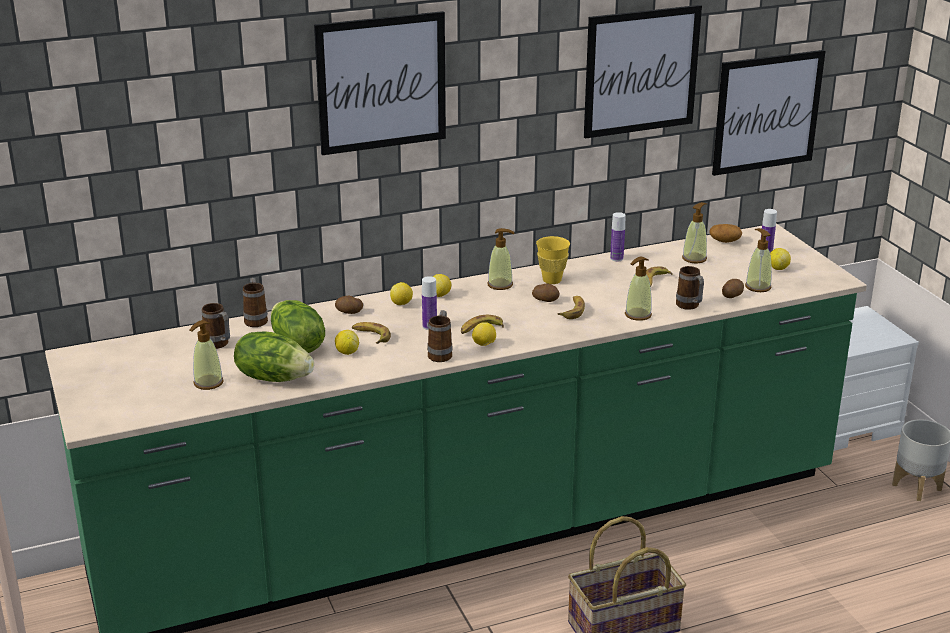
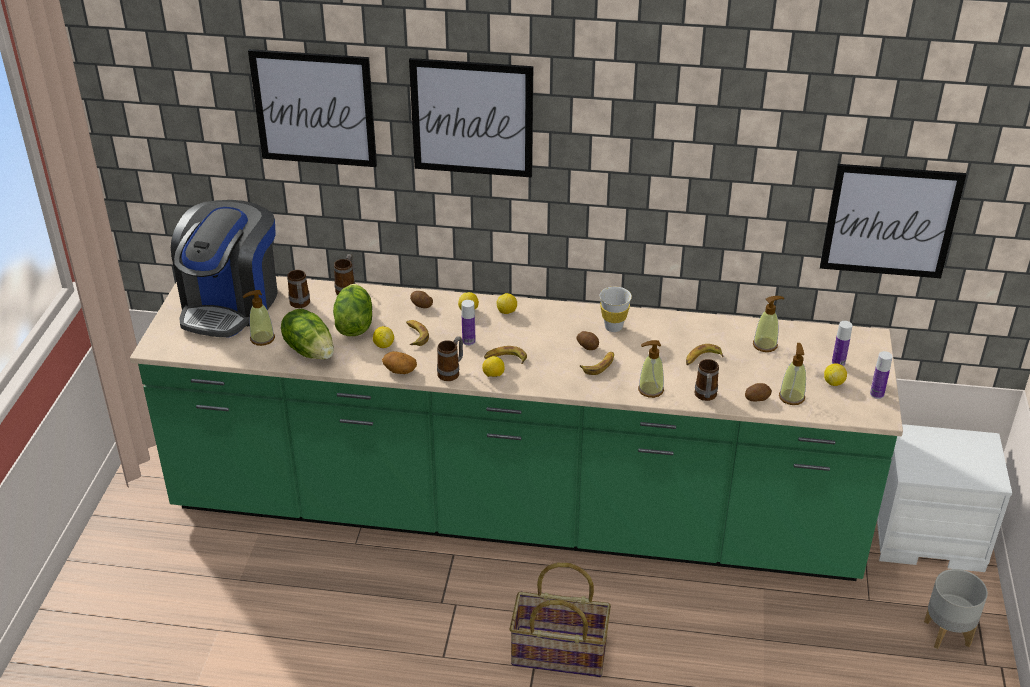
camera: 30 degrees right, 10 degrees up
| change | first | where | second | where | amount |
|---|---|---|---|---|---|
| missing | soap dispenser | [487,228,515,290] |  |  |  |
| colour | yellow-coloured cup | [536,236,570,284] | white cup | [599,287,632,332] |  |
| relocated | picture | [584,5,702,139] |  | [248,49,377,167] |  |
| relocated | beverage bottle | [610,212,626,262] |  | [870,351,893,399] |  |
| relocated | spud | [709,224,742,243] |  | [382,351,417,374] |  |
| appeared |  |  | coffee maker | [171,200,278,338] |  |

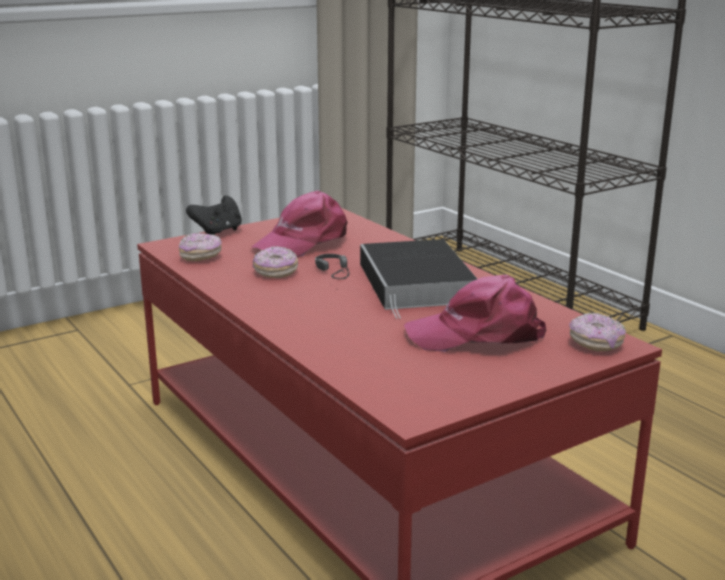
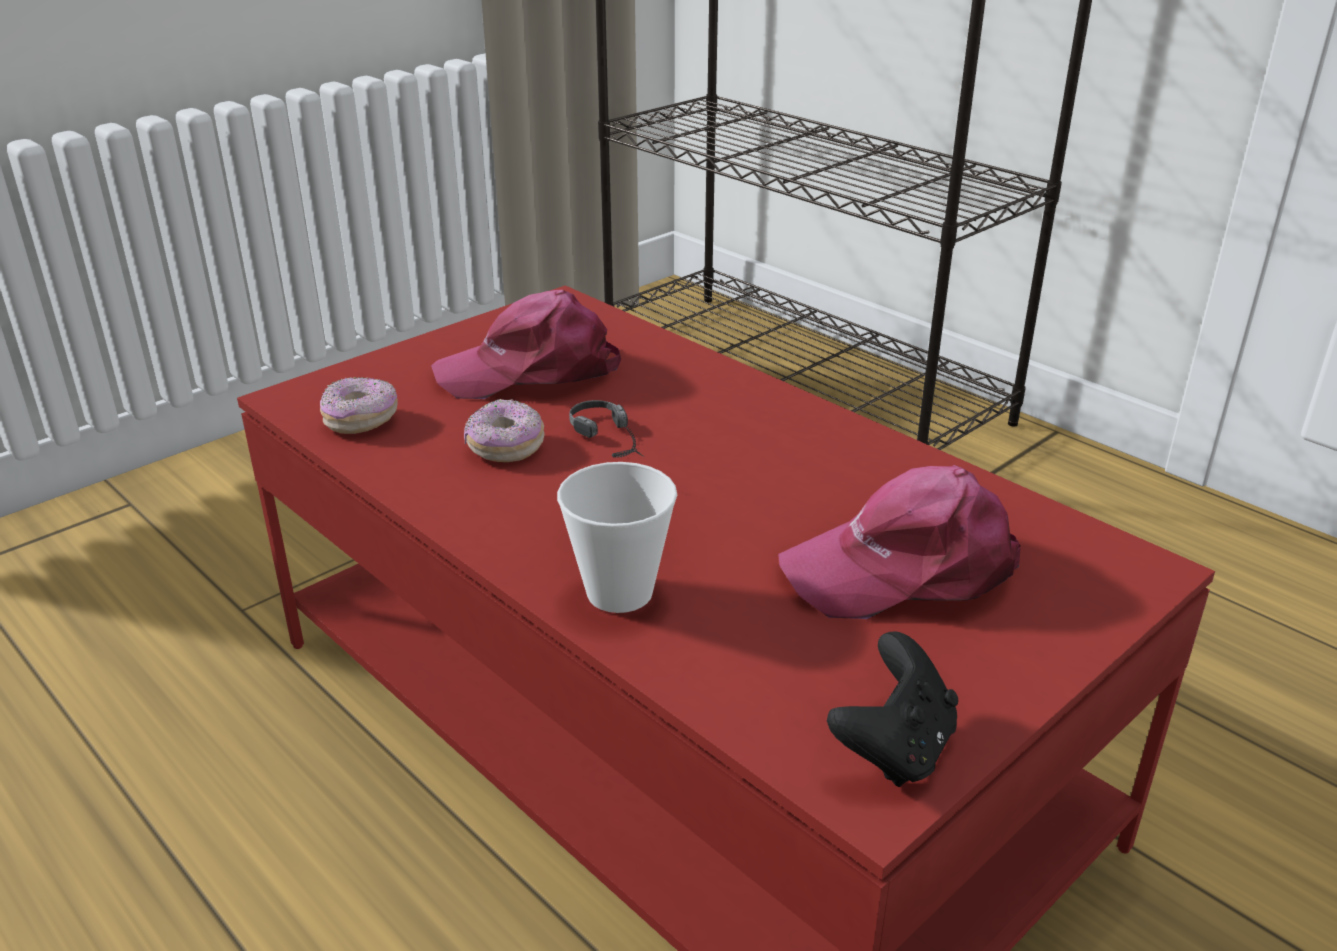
camera: 10 degrees left, 10 degrees up
| change | first | where | second | where | amount |
|---|---|---|---|---|---|
| relocated | black joypad | [186,196,242,235] |  | [827,631,958,787] |  |
| spun | pink peaked cap | [252,190,348,257] |  | [431,290,621,399] | 45 degrees clockwise |
| missing | book | [360,239,477,319] |  |  |  |
| missing | ring doughnut | [569,312,626,351] |  |  |  |
| appeared |  |  | cup | [557,462,677,613] |  |

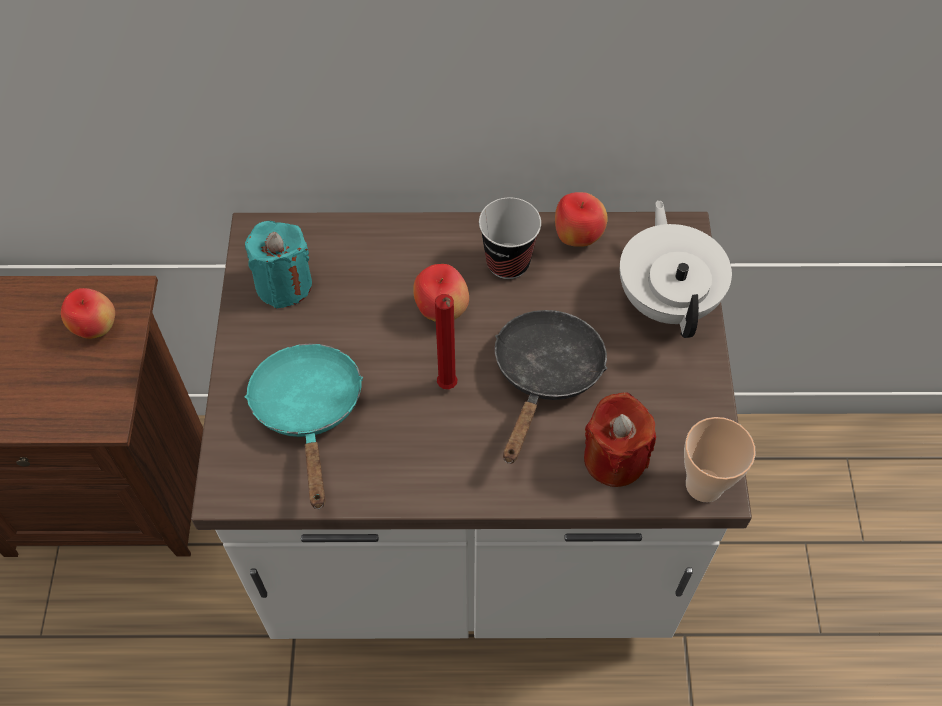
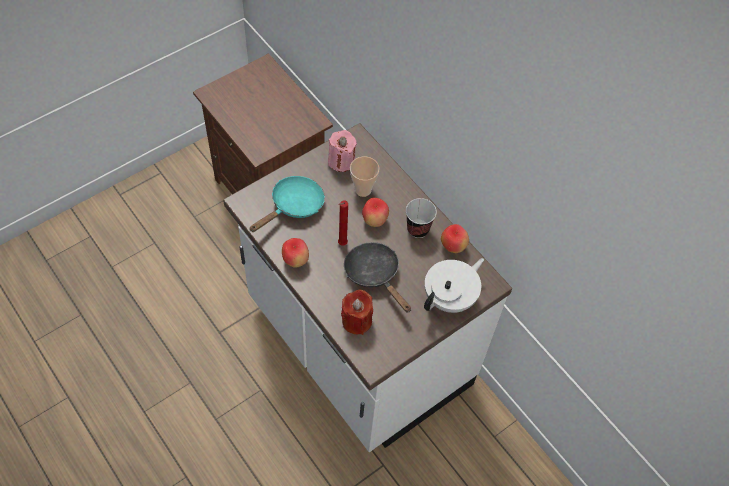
camera: 50 degrees right, 0 degrees up
| change | first | where | second | where | amount |
|---|---|---|---|---|---|
| relocated | apple | [61,288,115,339] |  | [282,238,309,267] |  |
| colour | blue-green candle | [245,221,312,309] | pink candle | [328,130,357,172] |  |
| spun | black skillet | [495,310,607,464] |  | [344,242,411,313] | 105 degrees counterclockwise |
| relocated | cup | [684,417,756,502] |  | [350,157,379,197] |  |

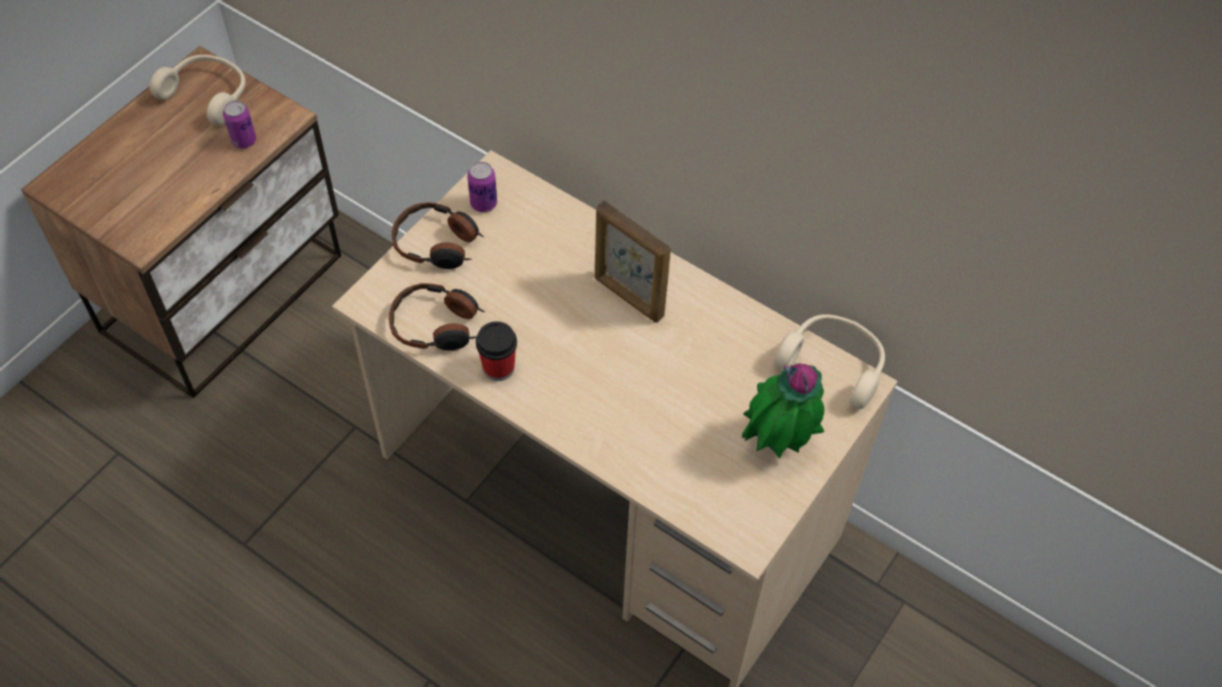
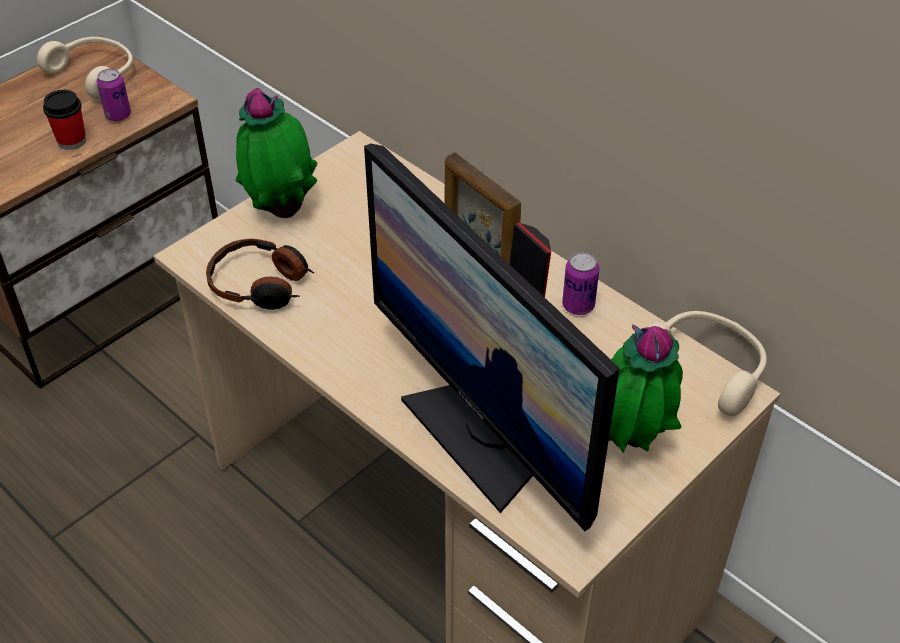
camera: 10 degrees right, 10 degrees down
| change | first | where | second | where | amount |
|---|---|---|---|---|---|
| exchanged | pair of headphones | [391,202,484,269] | plant in a pot | [235,88,317,218] |  |
| relocated | metal can | [467,162,497,212] |  | [562,252,599,315] |  |
| relocated | cup | [476,321,517,381] |  | [43,90,86,150] |  |
| appeared |  |  | computer screen | [364,143,620,531] |  |

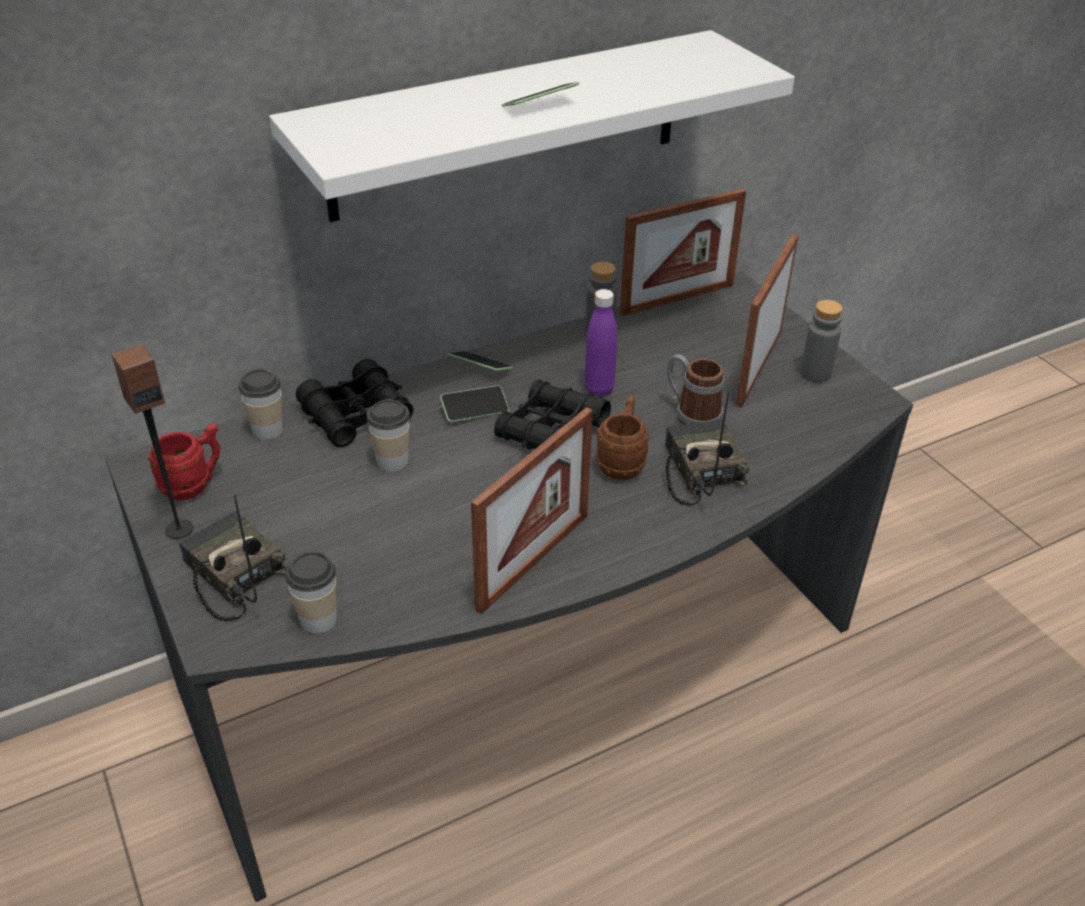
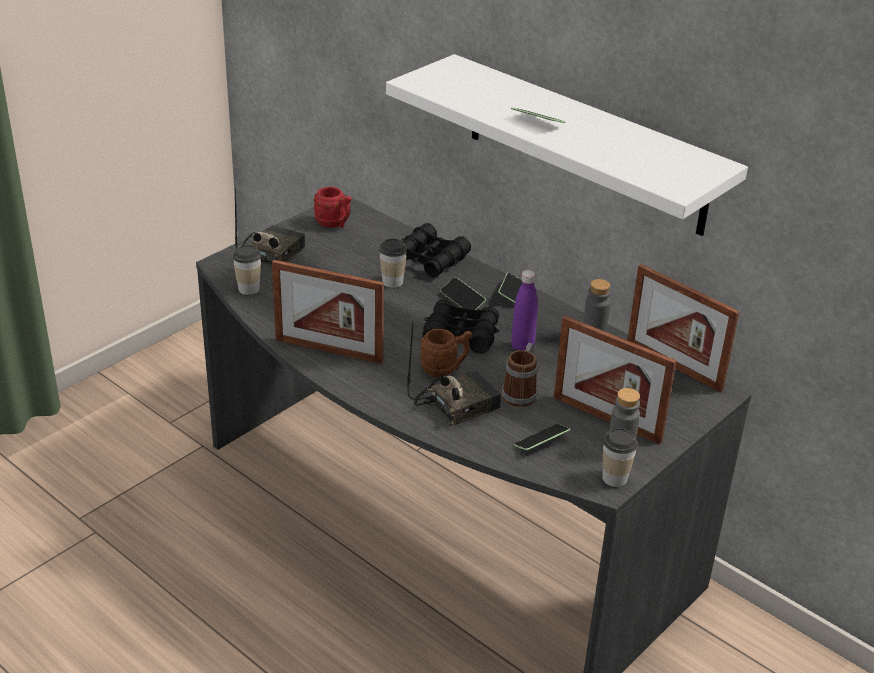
camera: 70 degrees right, 5 degrees down
| change | first | where | second | where | amount |
|---|---|---|---|---|---|
| missing | loudspeaker | [111,344,193,539] |  |  |  |
| relocated | cup | [239,369,283,440] |  | [602,428,638,487] |  |
| spun | standing frame | [736,234,799,407] |  | [554,316,677,444] | 150 degrees counterclockwise |
| appeared |  |  | phone | [514,424,570,450] |  |

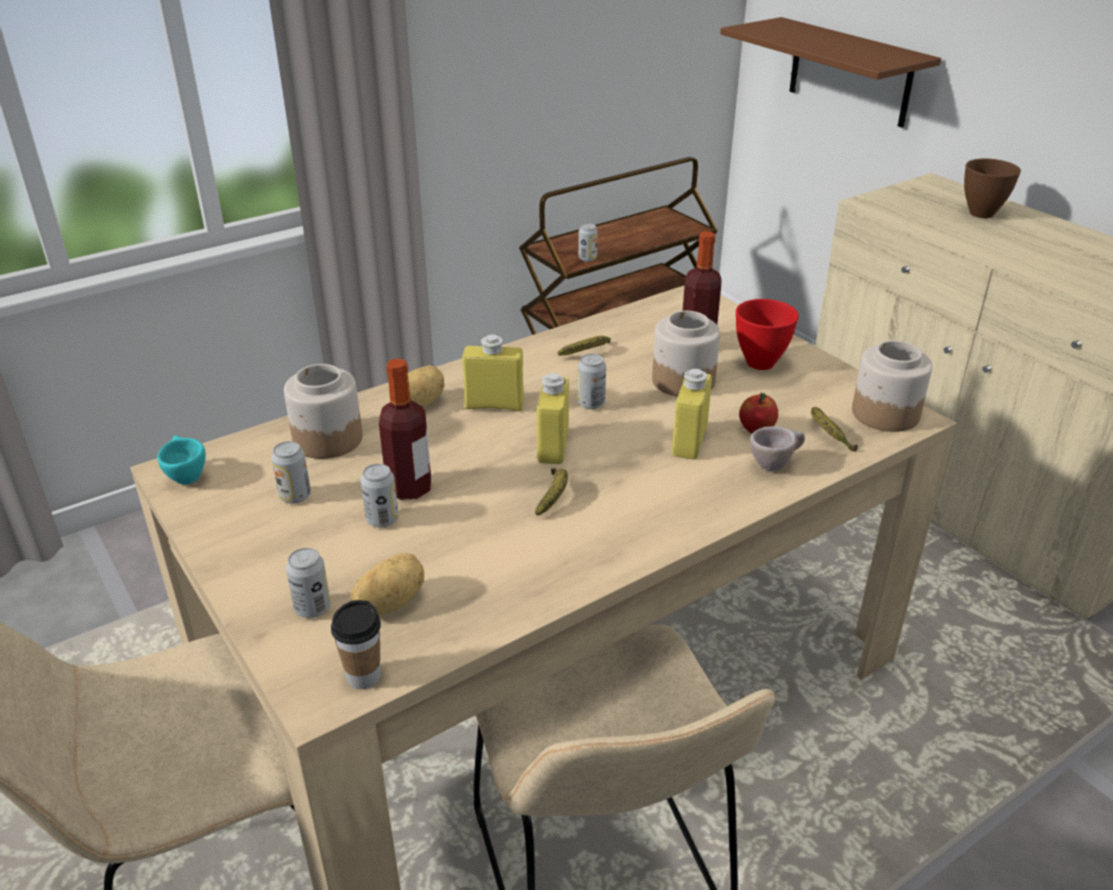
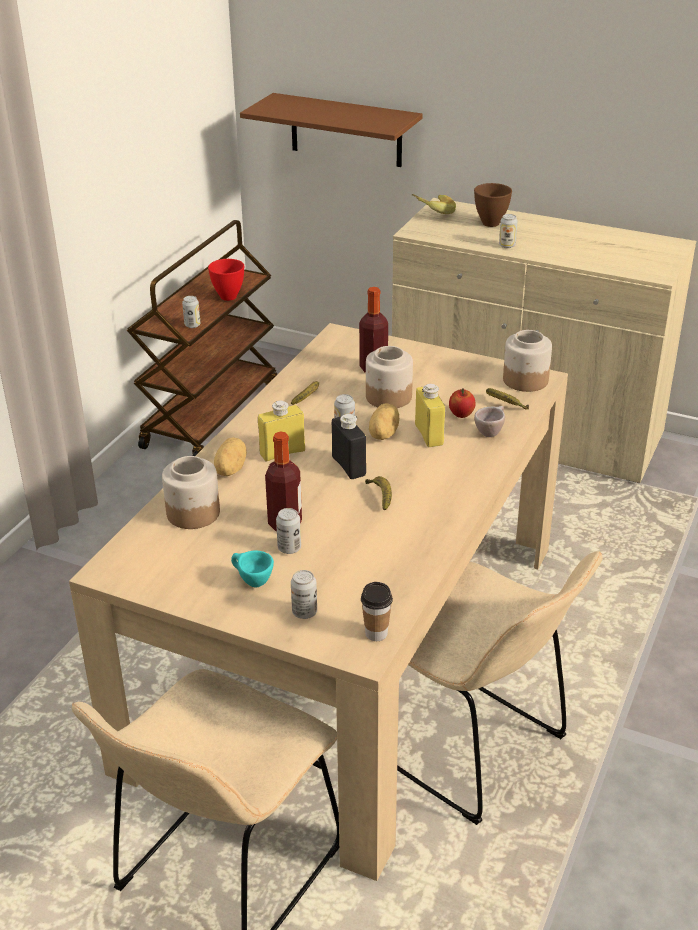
camera: 30 degrees left, 0 degrees up
| change | first | where | second | where | amount |
|---|---|---|---|---|---|
| relocated | blue-green cup | [157,435,205,484] |  | [231,550,274,587] |  |
| relocated | metal can | [271,441,311,504] |  | [499,214,518,248] |  |
| relocated | spud | [351,553,424,615] |  | [369,403,399,440] |  |
| colour | yellow-coloured beverage bottle | [537,373,569,464] | black beverage bottle | [332,414,366,479] |  |
| relocated | reddish serving bowl | [736,299,799,370] |  | [208,259,244,301] |  |
| appeared |  |  | whole banana | [412,194,456,214] |  |

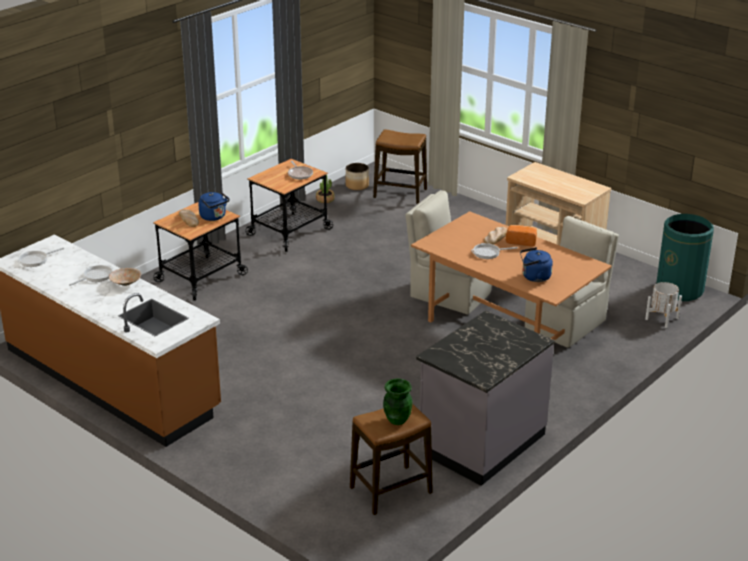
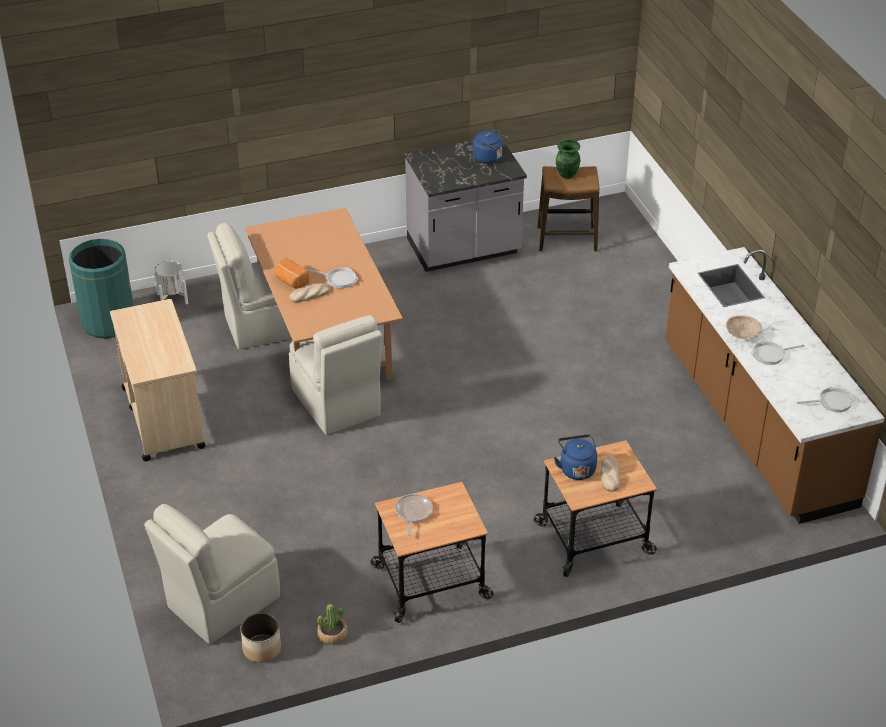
camera: 150 degrees left, 10 degrees up
| change | first | where | second | where | amount |
|---|---|---|---|---|---|
| exchanged | sitting stool | [373,129,427,204] | sand-coloured upright chair | [144,504,280,644] |  |
| relocated | blue water kettle | [520,247,553,282] |  | [473,129,508,164] |  |

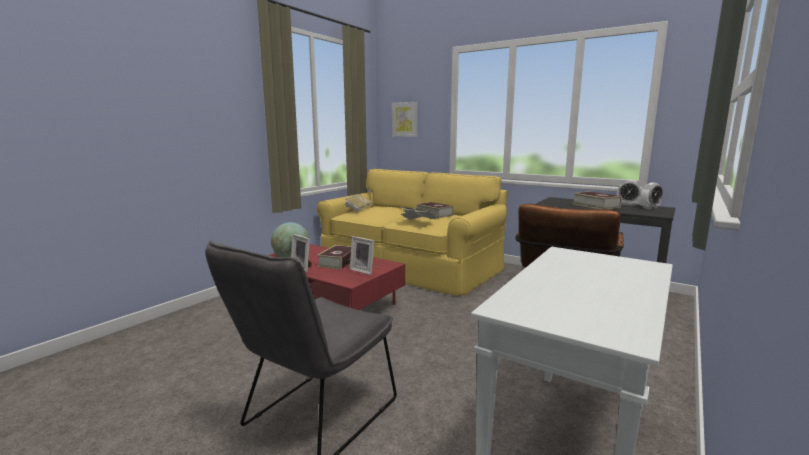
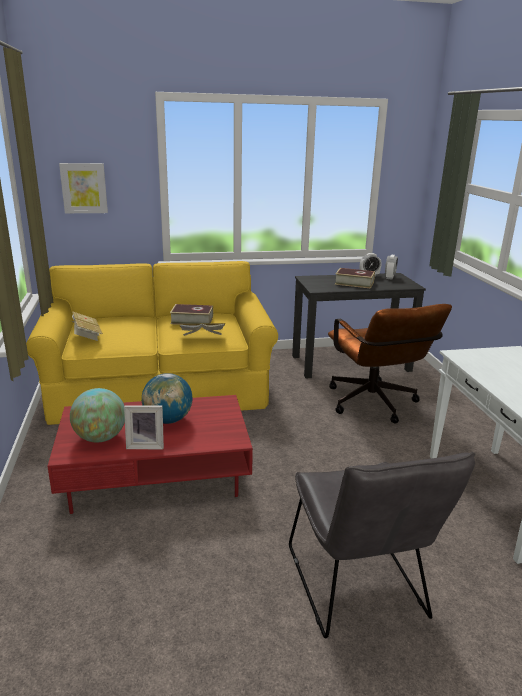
camera: 45 degrees left, 10 degrees up
| change | first | where | second | where | amount |
|---|---|---|---|---|---|
| exchanged | book | [317,245,351,270] | world globe | [142,373,193,424] |  |
| missing | standing frame | [350,236,374,275] |  |  |  |

